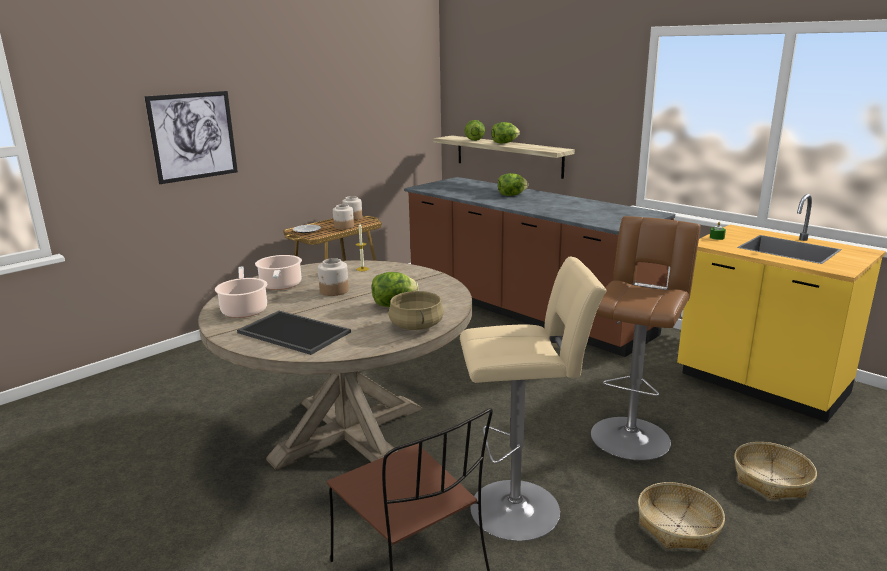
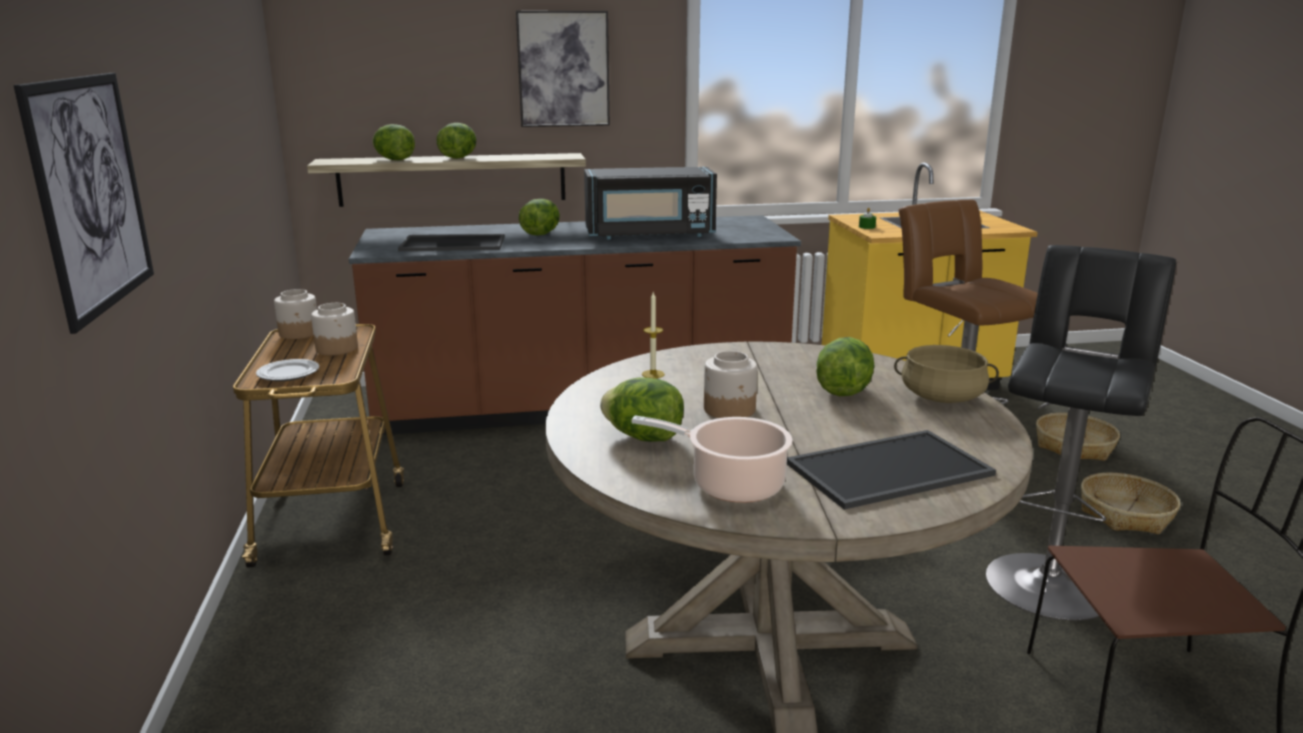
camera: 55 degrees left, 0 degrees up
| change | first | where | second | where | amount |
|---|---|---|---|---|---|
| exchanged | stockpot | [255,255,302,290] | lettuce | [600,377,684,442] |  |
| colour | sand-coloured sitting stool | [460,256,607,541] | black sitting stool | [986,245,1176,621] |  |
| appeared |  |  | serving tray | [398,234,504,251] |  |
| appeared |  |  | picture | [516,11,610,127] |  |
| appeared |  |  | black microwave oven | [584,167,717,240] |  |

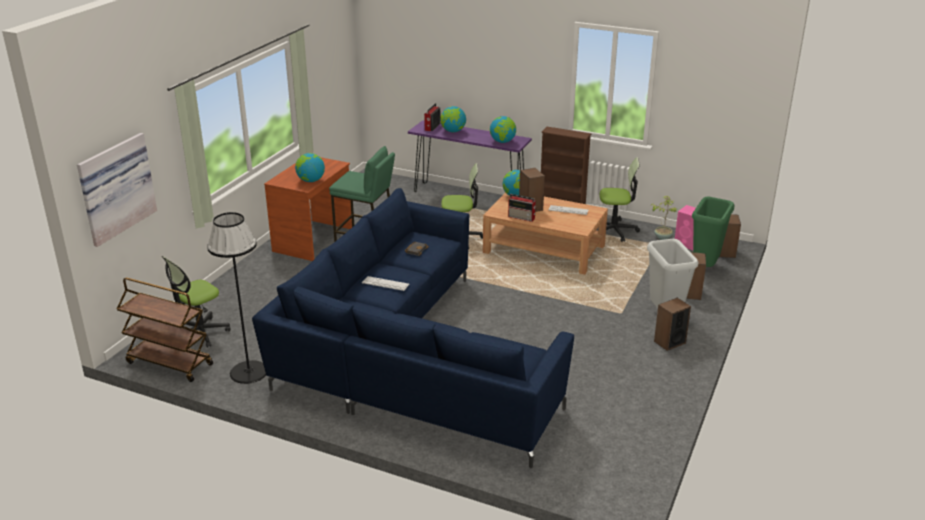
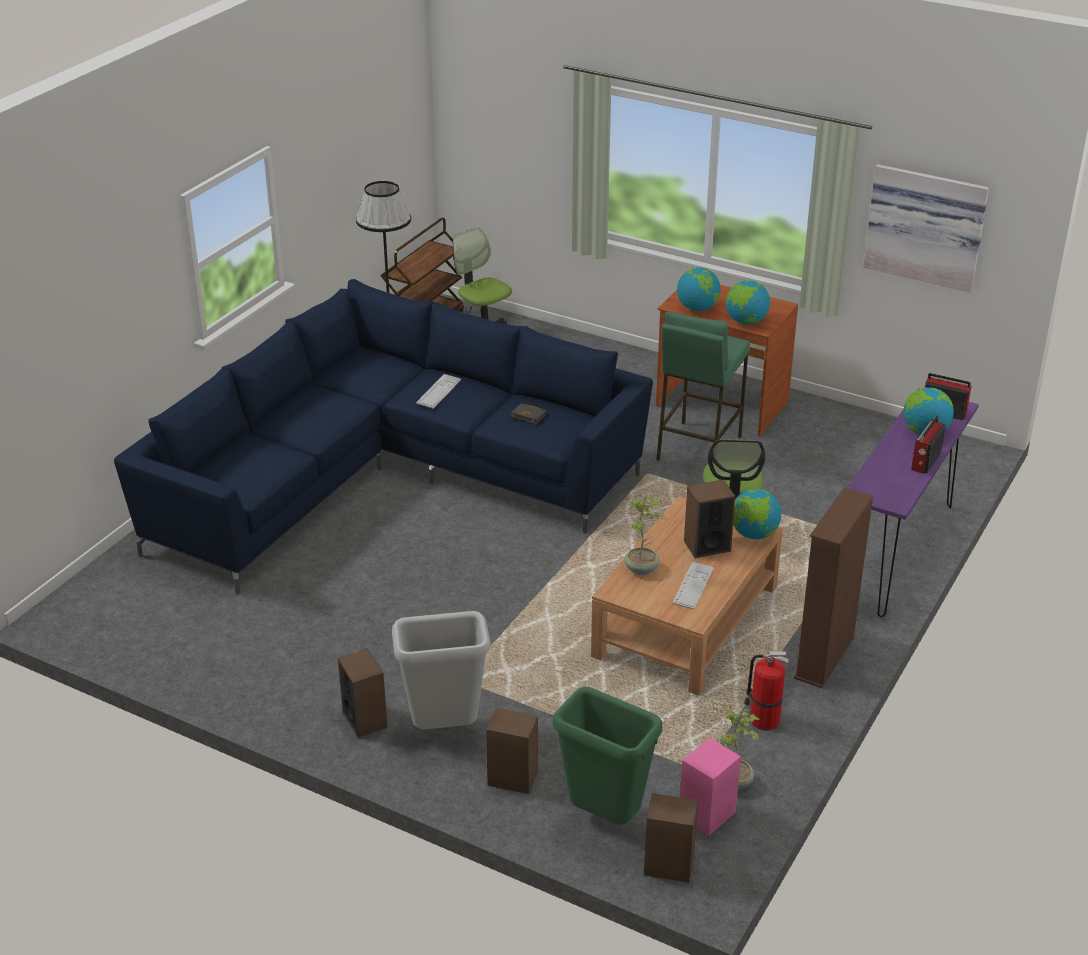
camera: 95 degrees right, 5 degrees up
| change | first | where | second | where | amount |
|---|---|---|---|---|---|
| relocated | picture | [77,133,157,247] |  | [863,164,989,293] |  |
| relocated | world globe | [490,116,516,143] |  | [726,280,770,325] |  |
| relocated | radio set | [508,194,536,222] |  | [911,416,946,474] |  |
| exchanged | computer chair | [597,157,640,242] | fire extinguisher | [744,652,789,730] |  |
| appeared |  |  | plant in a pot | [625,497,666,575] |  |

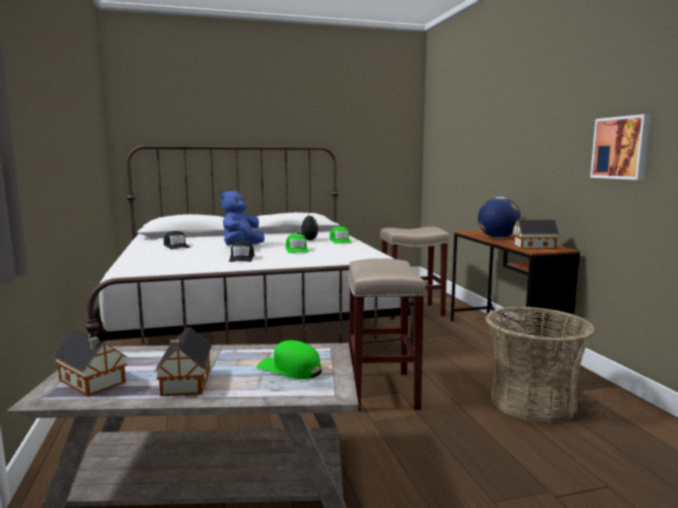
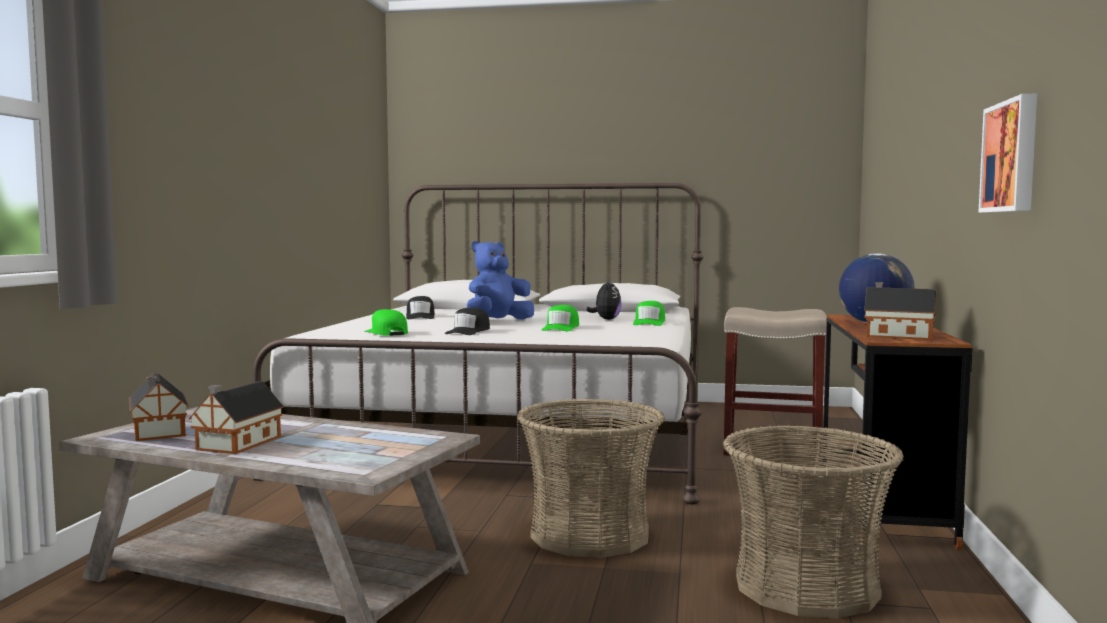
camera: 25 degrees right, 5 degrees down
| change | first | where | second | where | amount |
|---|---|---|---|---|---|
| relocated | greenish peaked cap | [257,340,322,379] |  | [364,309,408,336] |  |
| exchanged | sand-coloured sitting stool | [348,258,426,411] | basket | [517,399,665,558] |  |

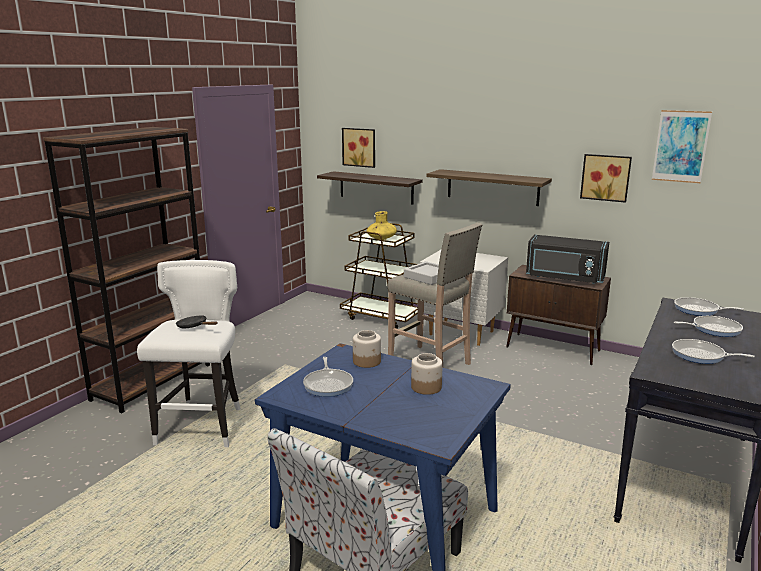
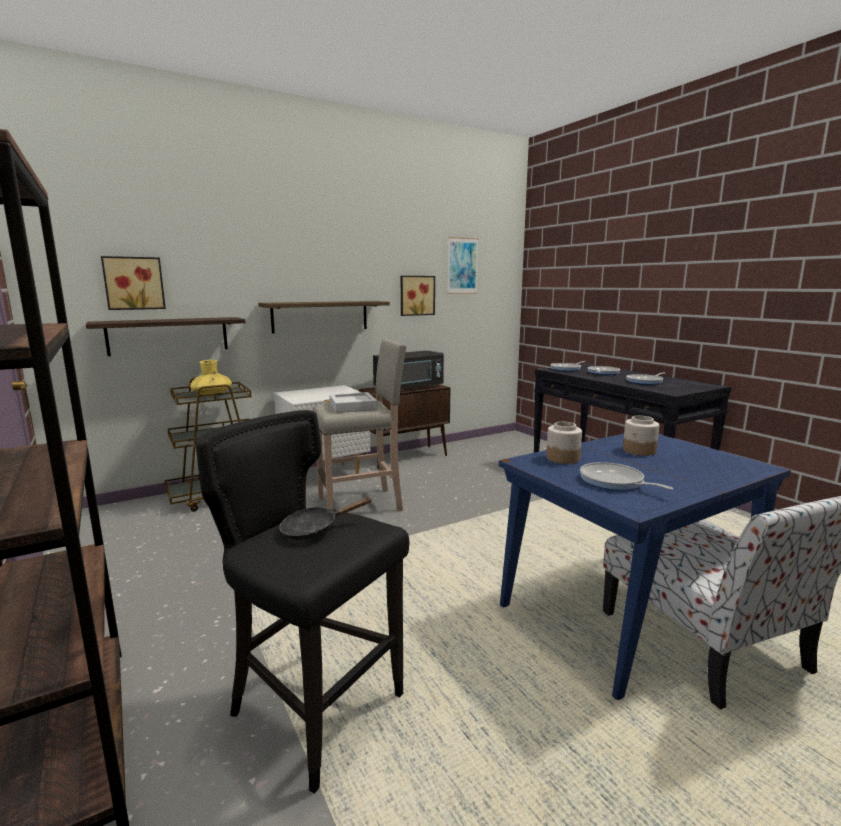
camera: 60 degrees left, 5 degrees down
| change | first | where | second | where | amount |
|---|---|---|---|---|---|
| colour | white sitting stool | [137,260,241,447] | black sitting stool | [196,410,409,794] |  |
| spun | skillet | [303,357,353,397] |  | [580,462,673,490] | 150 degrees counterclockwise |

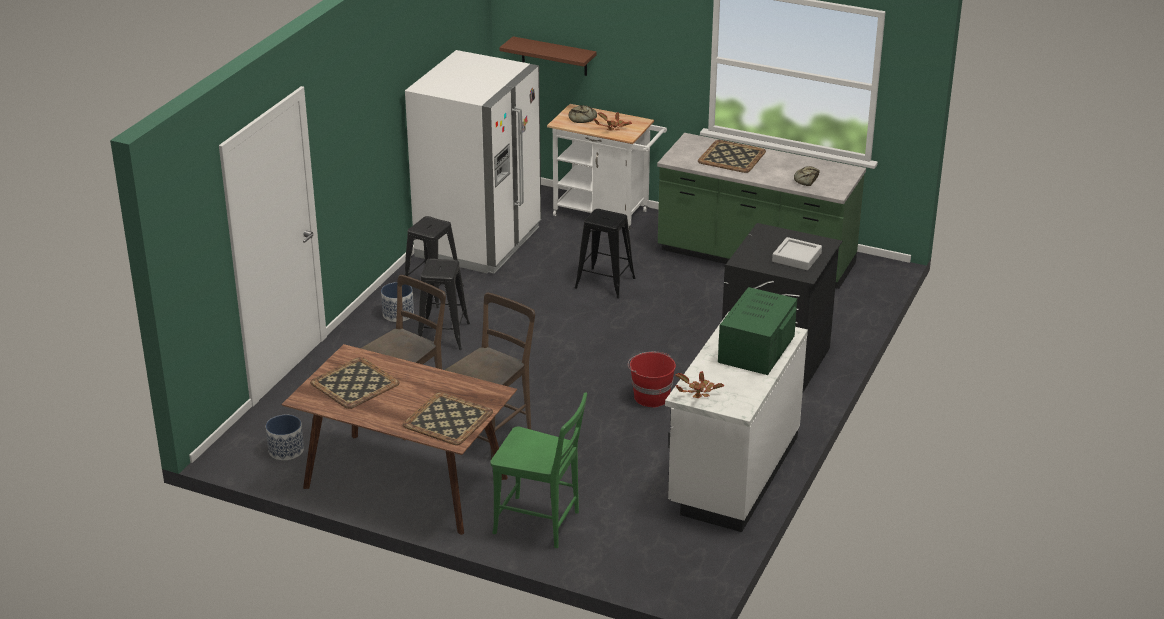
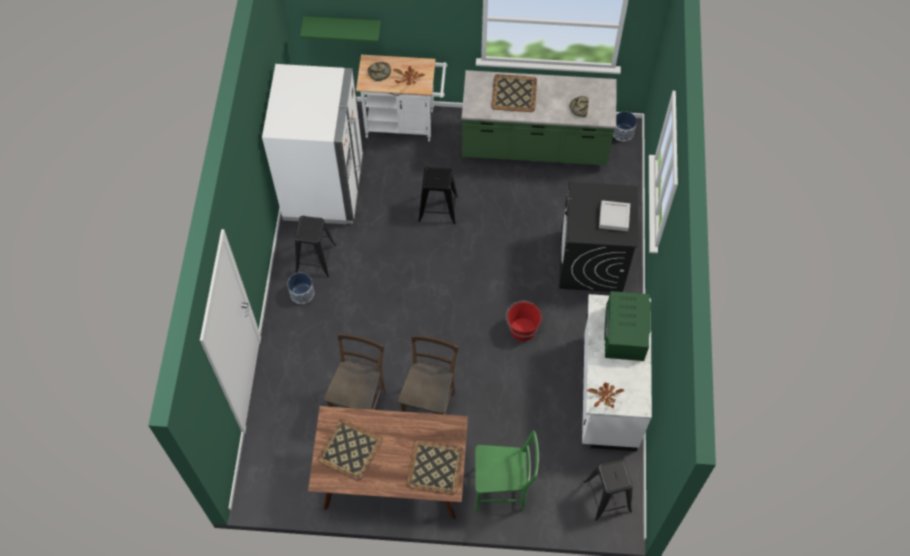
camera: 20 degrees left, 30 degrees up
| change | first | where | second | where | amount |
|---|---|---|---|---|---|
| relocated | plant pot | [266,415,304,460] |  | [613,111,637,141] |  |
| relocated | black sitting stool | [418,258,470,350] |  | [584,458,633,521] |  |
| colour | brownish wall shelf | [500,36,597,76] | greenish wall shelf | [300,16,381,43] |  |

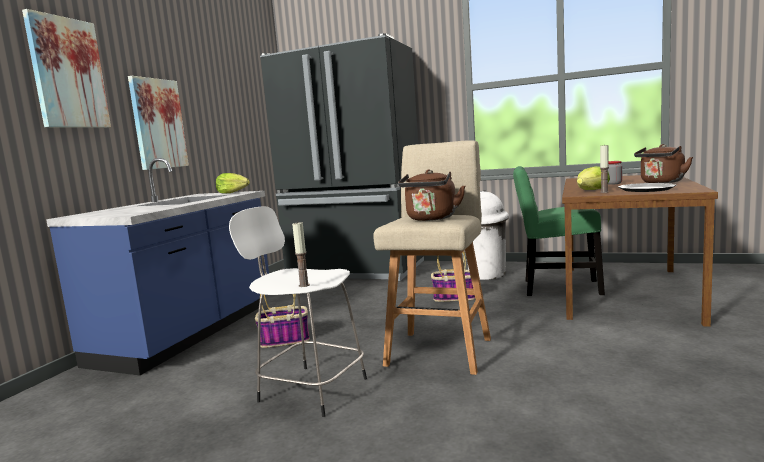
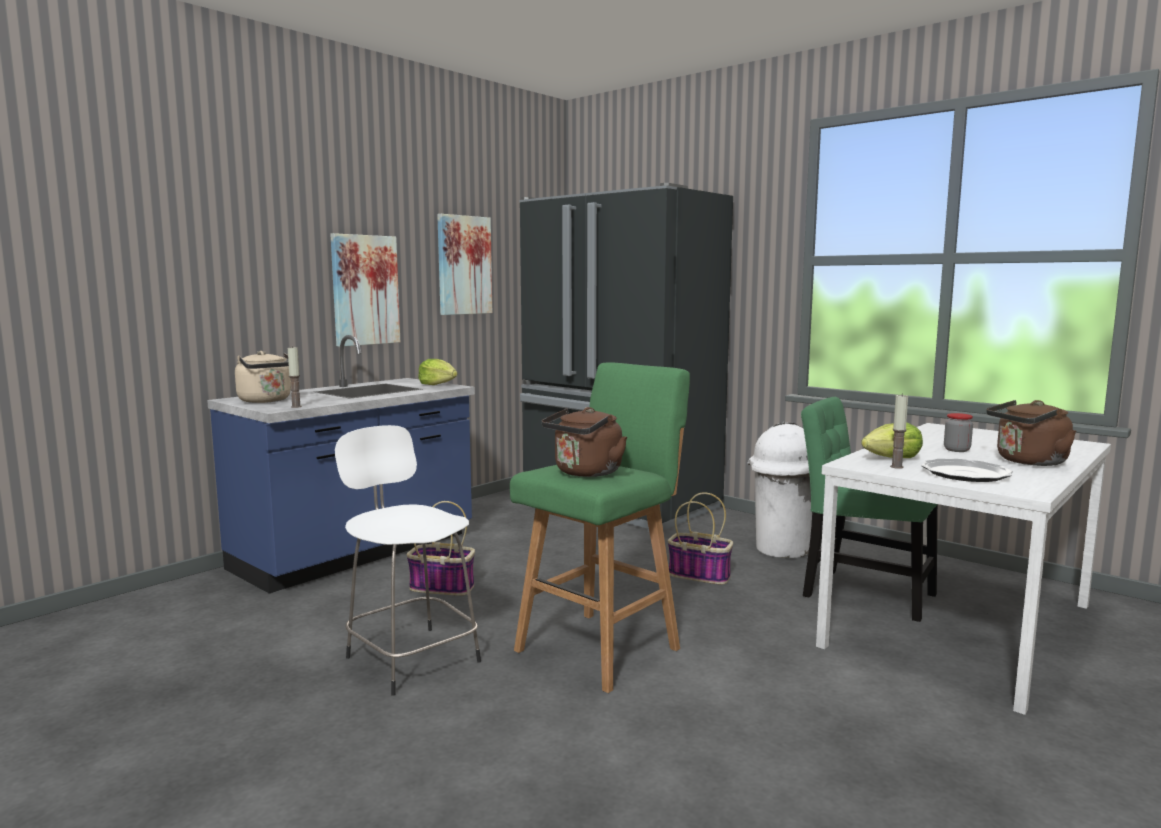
camera: 20 degrees right, 0 degrees up
| change | first | where | second | where | amount |
|---|---|---|---|---|---|
| relocated | picture | [22,9,111,128] |  | [437,214,492,315] |  |
| relocated | candle | [292,221,310,287] |  | [288,346,302,408] |  |
| colour | sand-coloured sitting stool | [373,140,491,375] | greenish sitting stool | [510,362,690,693] |  |
| colour | brownish kitchen table | [562,175,718,327] | white kitchen table | [816,423,1111,715] |  |
| appeared |  |  | sand-coloured water kettle | [235,351,291,403] |  |

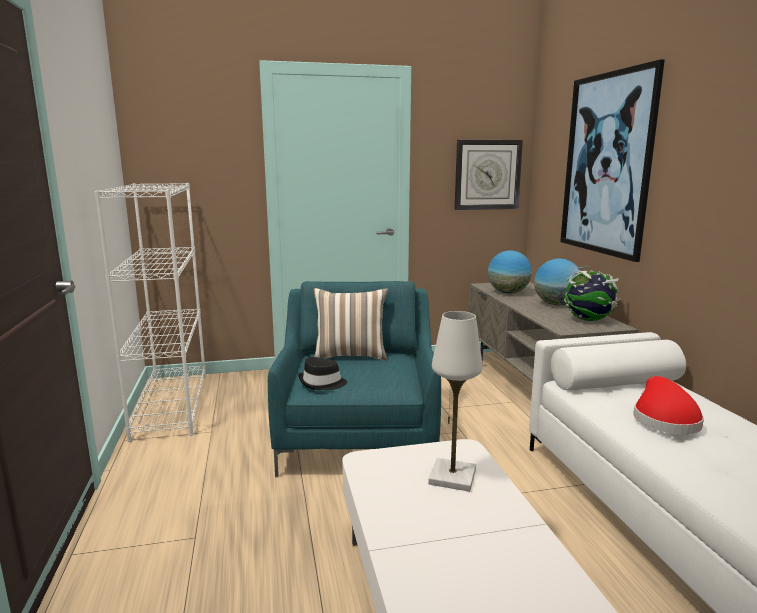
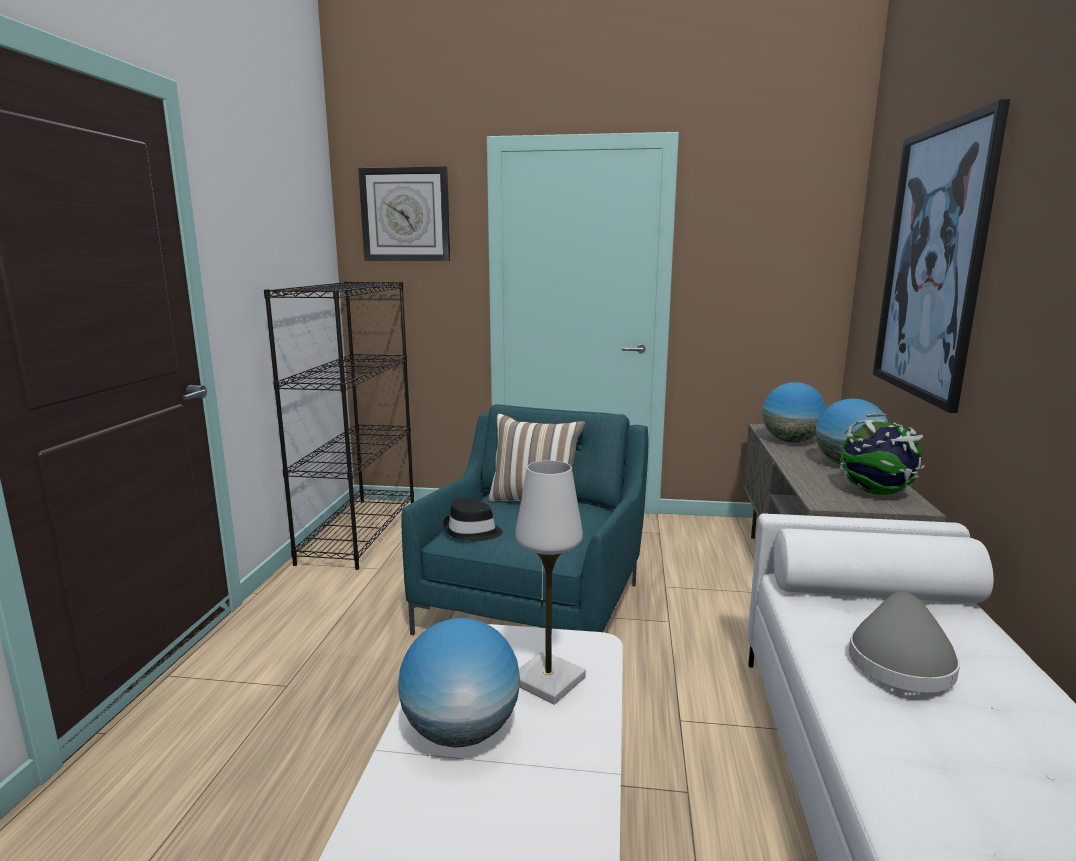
camera: 20 degrees right, 0 degrees up
| change | first | where | second | where | amount |
|---|---|---|---|---|---|
| colour | white bookcase | [94,183,206,442] | black bookcase | [264,281,414,570] |  |
| relocated | wall clock | [455,140,523,210] |  | [358,167,450,261] |  |
| colour | reddish hat | [633,376,704,434] | greyish hat | [849,592,960,693] |  |
| appeared |  |  | world globe | [398,618,520,748] |  |

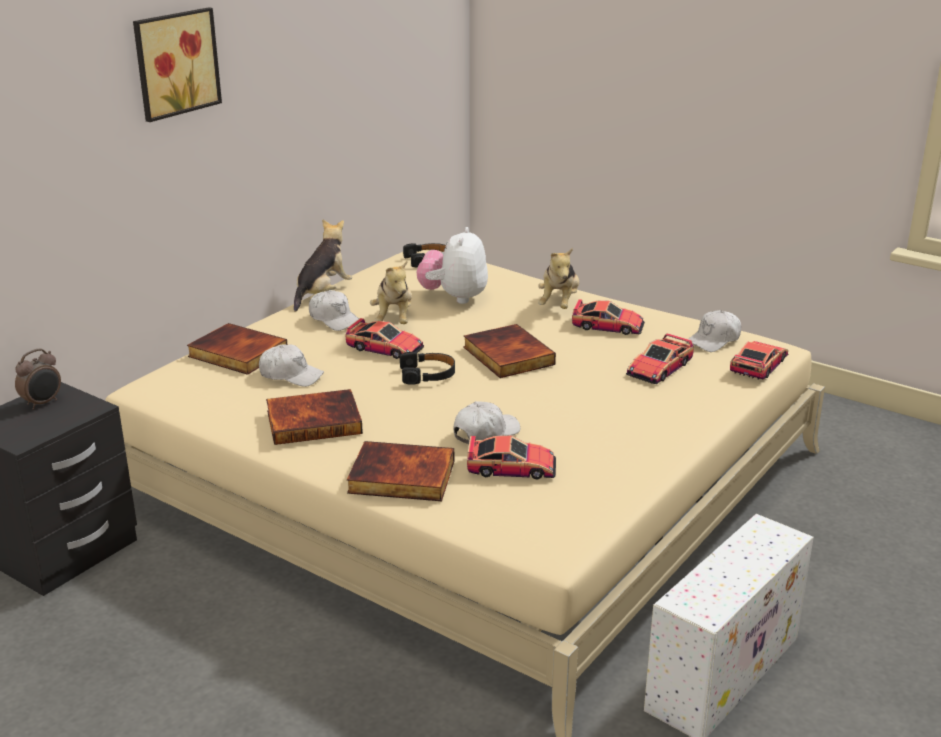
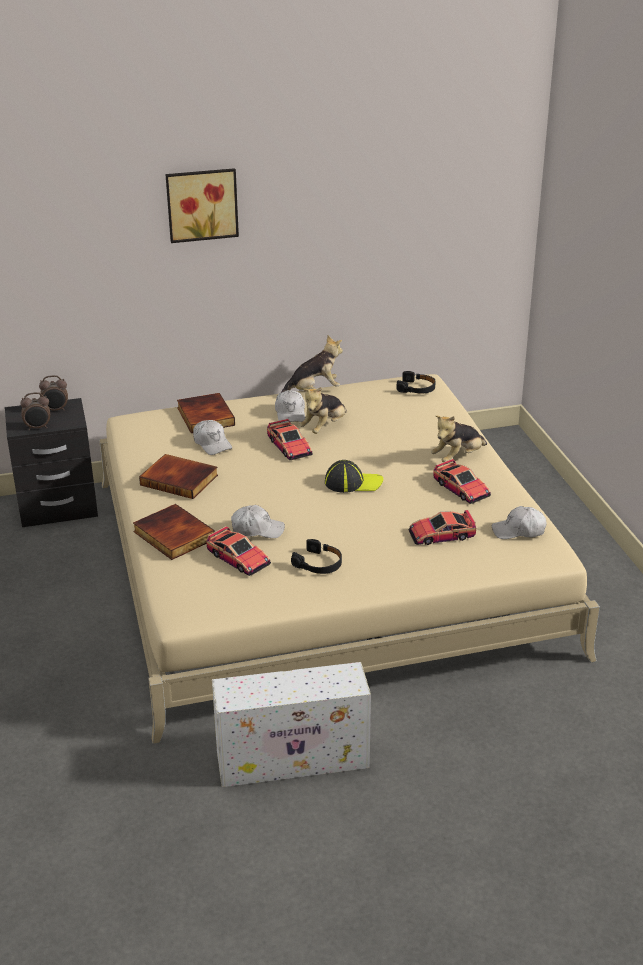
camera: 40 degrees right, 5 degrees up
| change | first | where | second | where | amount |
|---|---|---|---|---|---|
| relocated | black pair of headphones | [400,352,455,385] |  | [291,539,342,574] |  |
| missing | plush toy | [417,227,488,304] |  |  |  |
| exchanged | book | [463,324,556,378] | peaked cap | [325,460,383,493] |  |
| missing | toy car | [730,341,789,380] |  |  |  |
| appeared |  |  | table clock | [20,392,50,430] |  |

